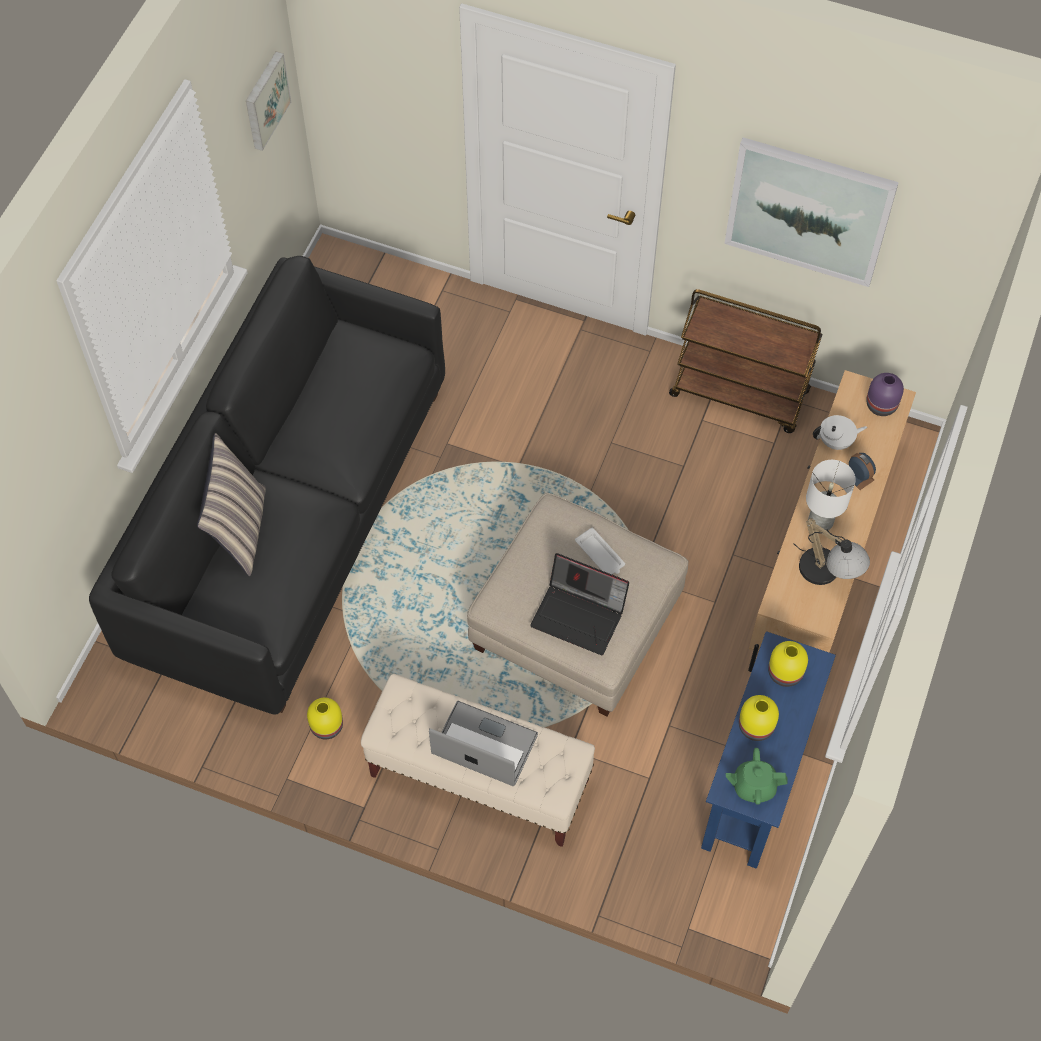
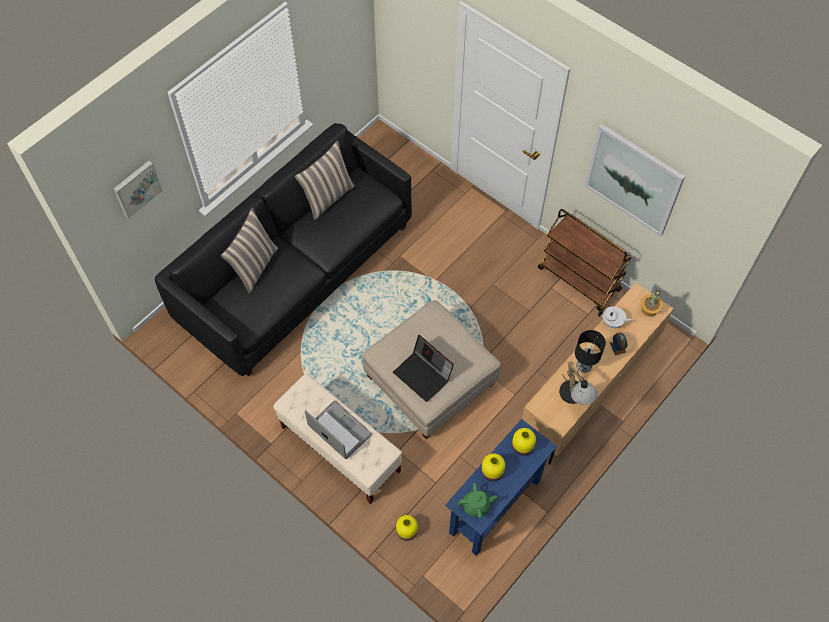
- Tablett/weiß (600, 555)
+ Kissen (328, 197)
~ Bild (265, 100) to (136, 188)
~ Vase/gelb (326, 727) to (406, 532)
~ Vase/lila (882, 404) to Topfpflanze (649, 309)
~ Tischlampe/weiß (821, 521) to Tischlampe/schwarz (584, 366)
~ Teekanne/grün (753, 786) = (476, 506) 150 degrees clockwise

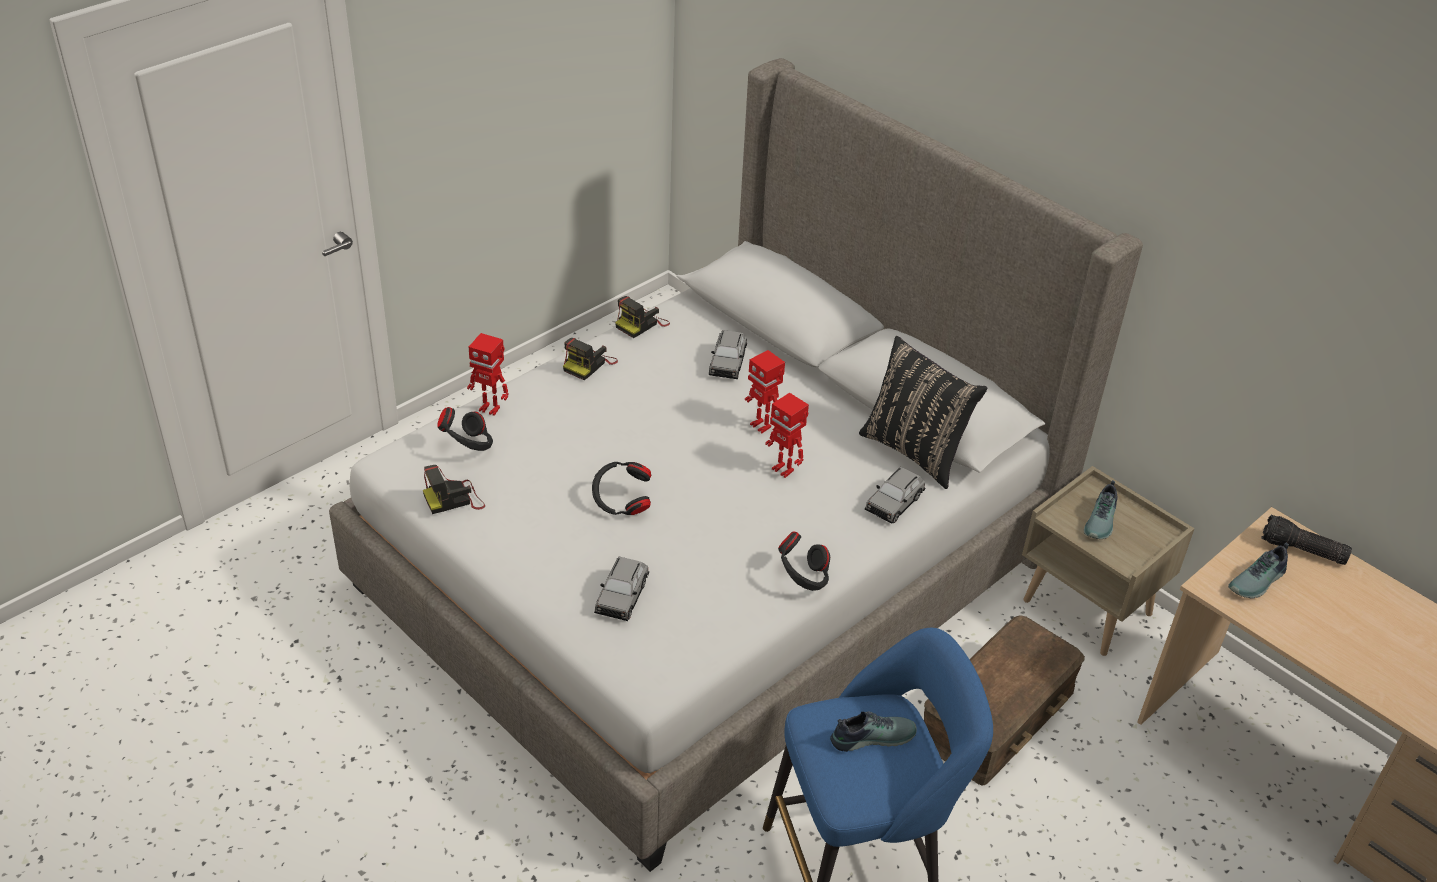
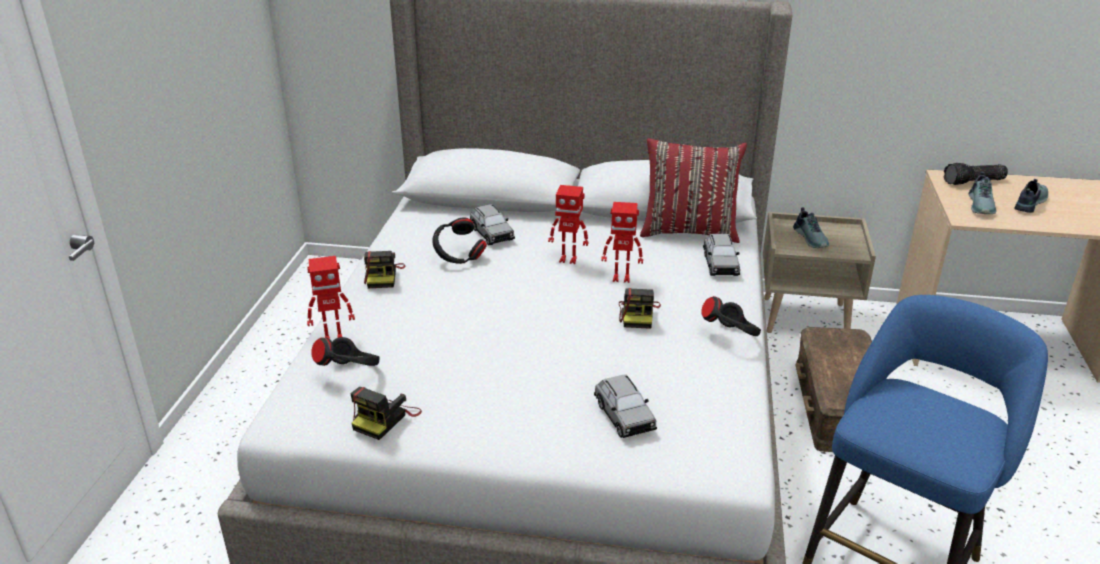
~ Kopfhörer/schwarz (621, 503) to (458, 258)
~ Kamera (641, 324) to (638, 314)
~ Schuh (871, 736) to (1028, 202)
~ Kissen/schwarz (915, 451) to Kissen/rot (689, 231)

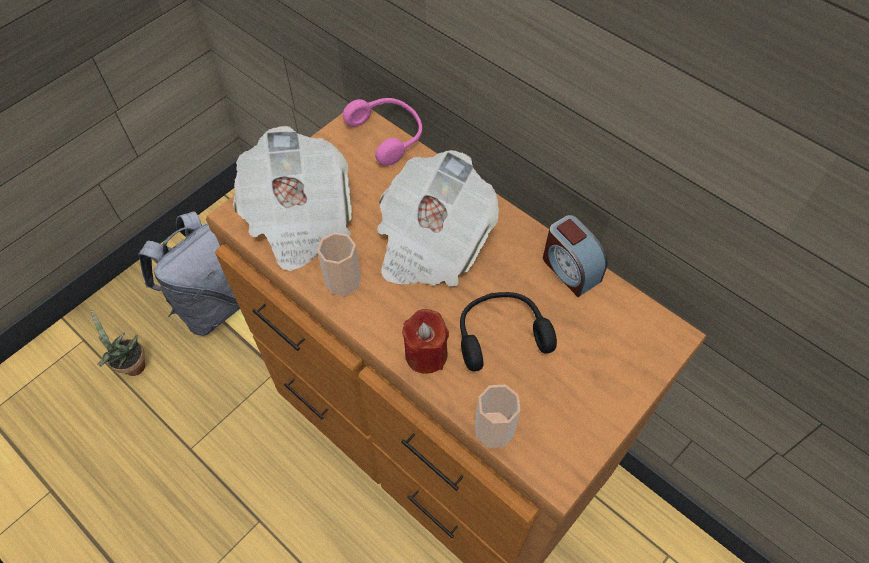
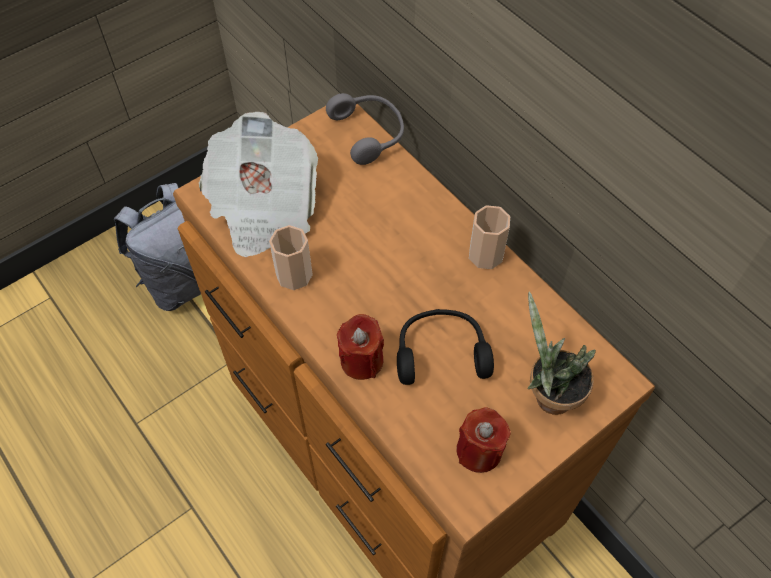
- Zeitung (431, 242)
- Wecker (570, 269)
+ Kerze/rot (479, 451)
~ Topfpflanze (131, 365) to (548, 395)
~ Tasse (494, 429) to (485, 255)
~ Kopfhörer/rosa (388, 135) to Kopfhörer/grau (369, 133)

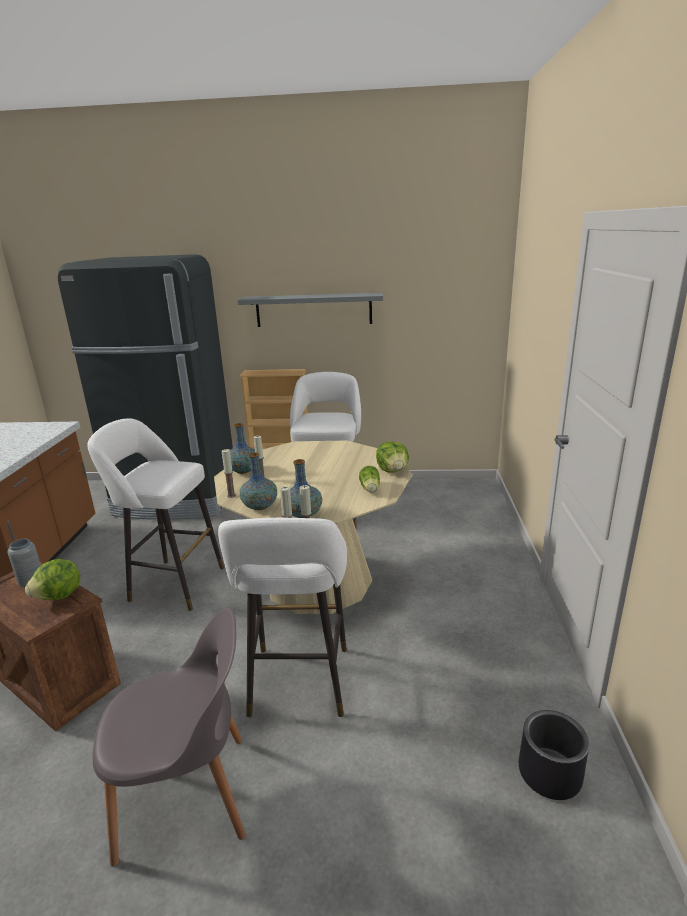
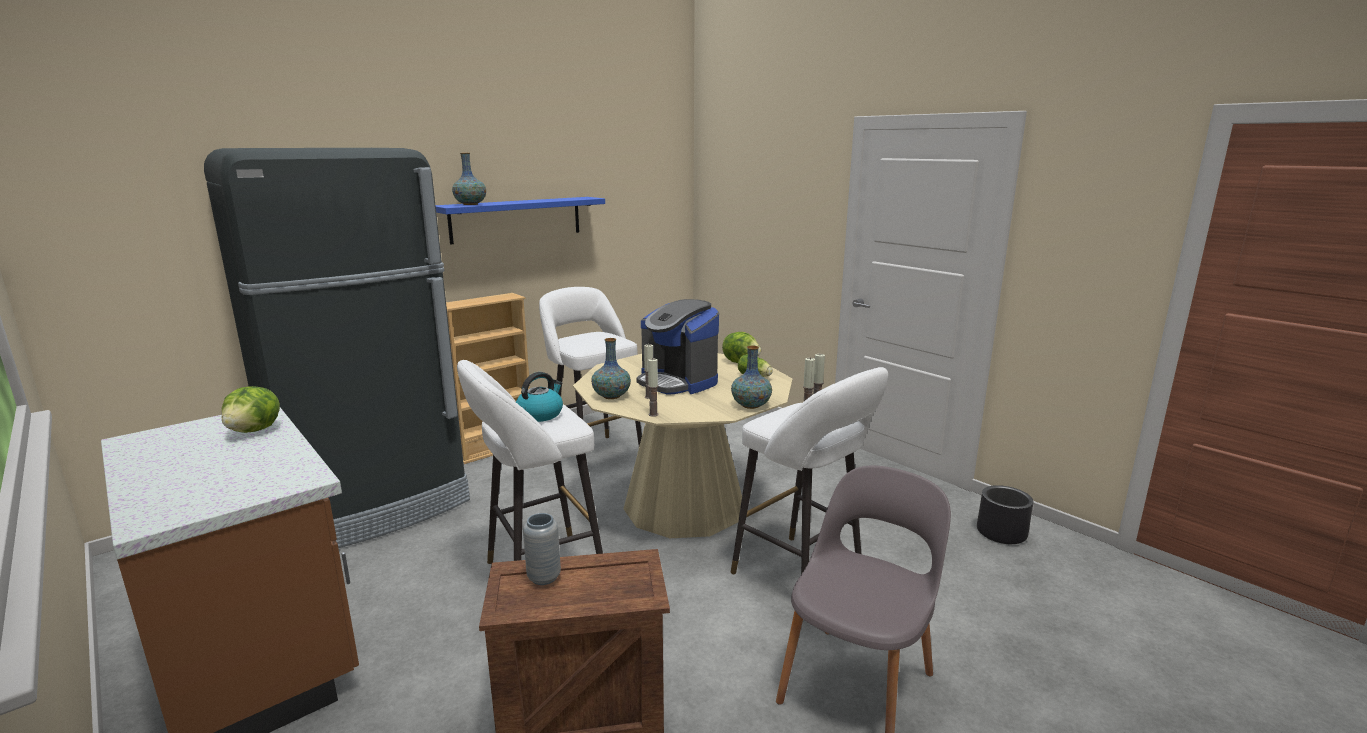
+ Wasserkessel (540, 414)
+ Kaffeemaschine (677, 382)
~ Salatkopf (59, 596) to (255, 430)
~ Vase (260, 506) to (470, 204)
~ Wandregal/grau (313, 310) to Wandregal/blau (517, 219)

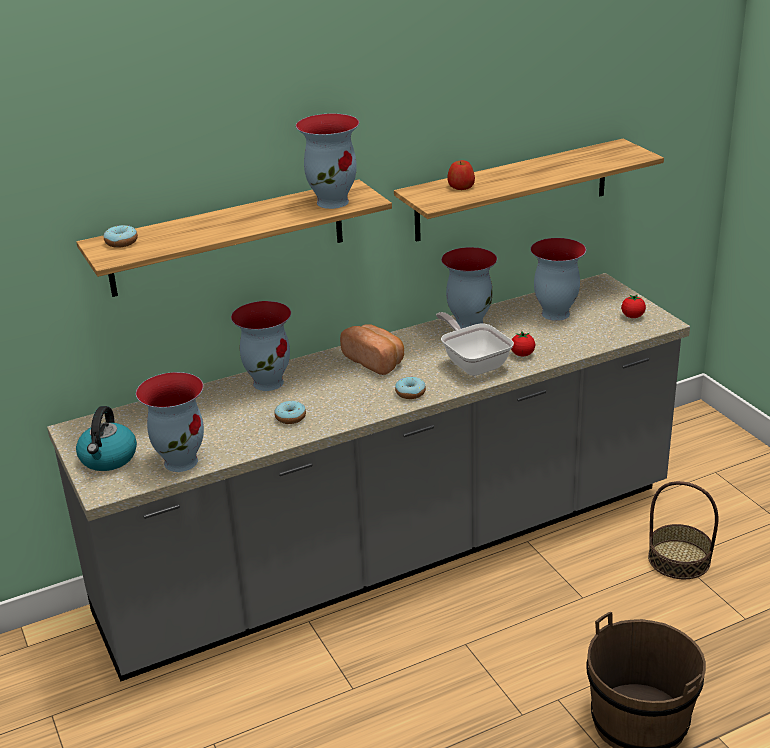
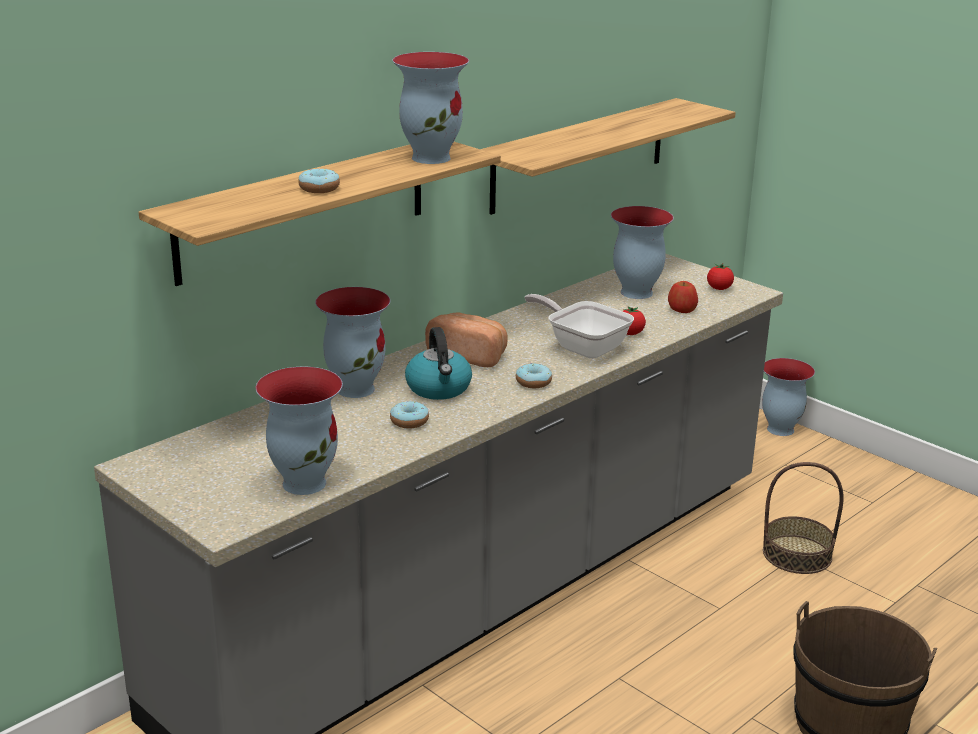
~ Wasserkessel (108, 458) to (439, 388)
~ Donut (121, 242) to (319, 189)
~ Vase (468, 323) to (779, 429)
~ Apfel (461, 186) to (682, 309)

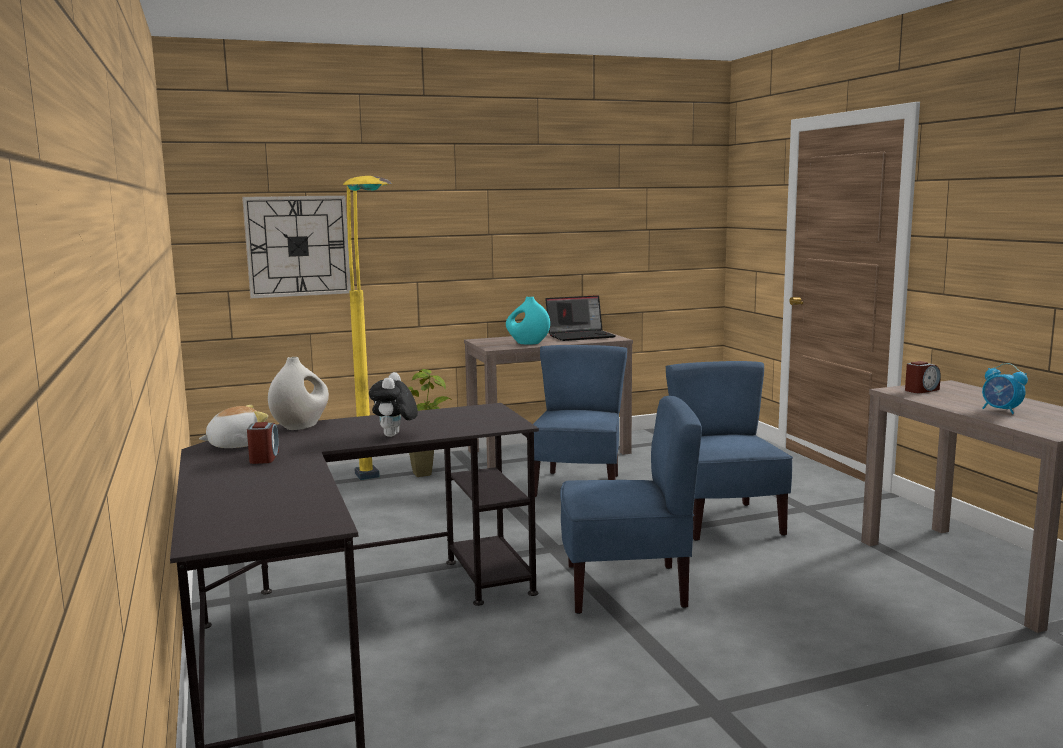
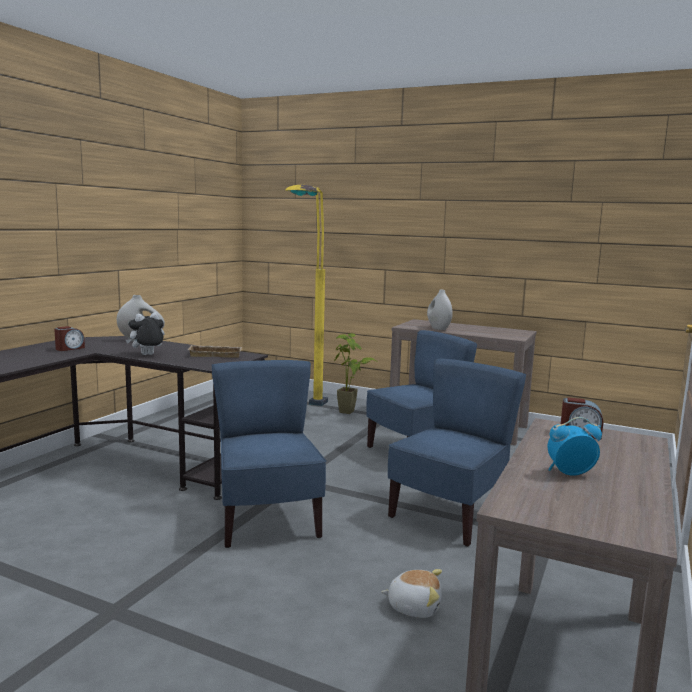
- Wanduhr (297, 246)
- Laptop (581, 336)
+ Tablett/beige (216, 354)
~ Plüschtier (236, 445) to (414, 606)
~ Vase/türkis (528, 343) to Vase/weiß (438, 328)
~ Stuhl/blau (625, 588) = (267, 521) 150 degrees counterclockwise
~ Wecker (1001, 410) = (569, 473) 75 degrees clockwise

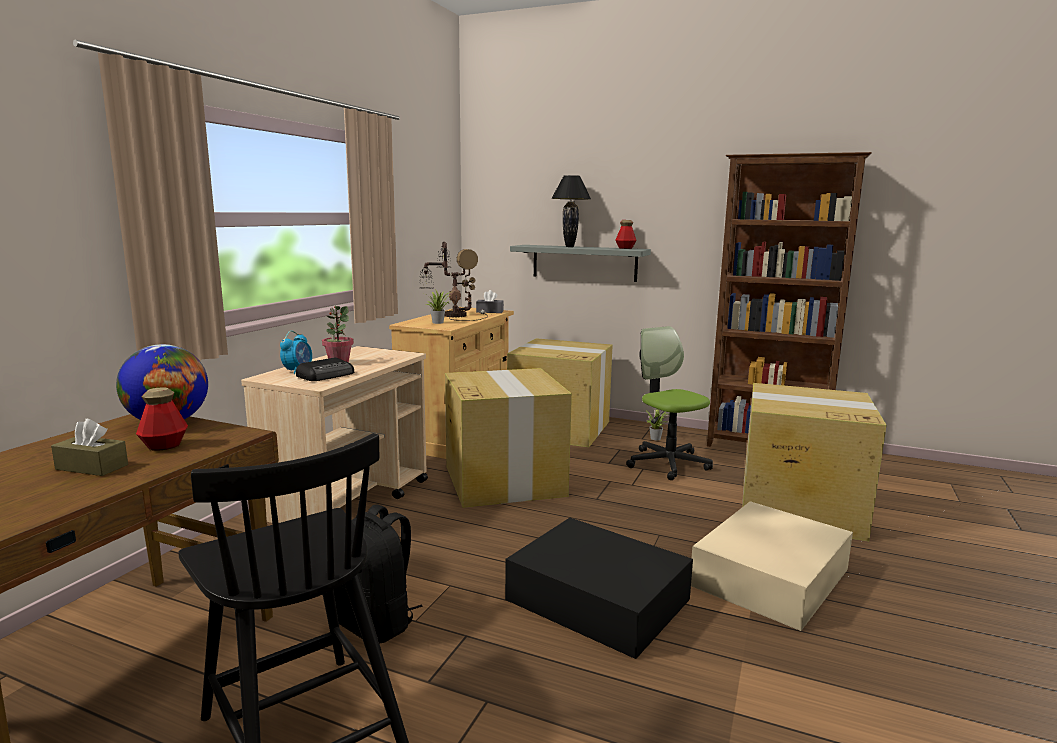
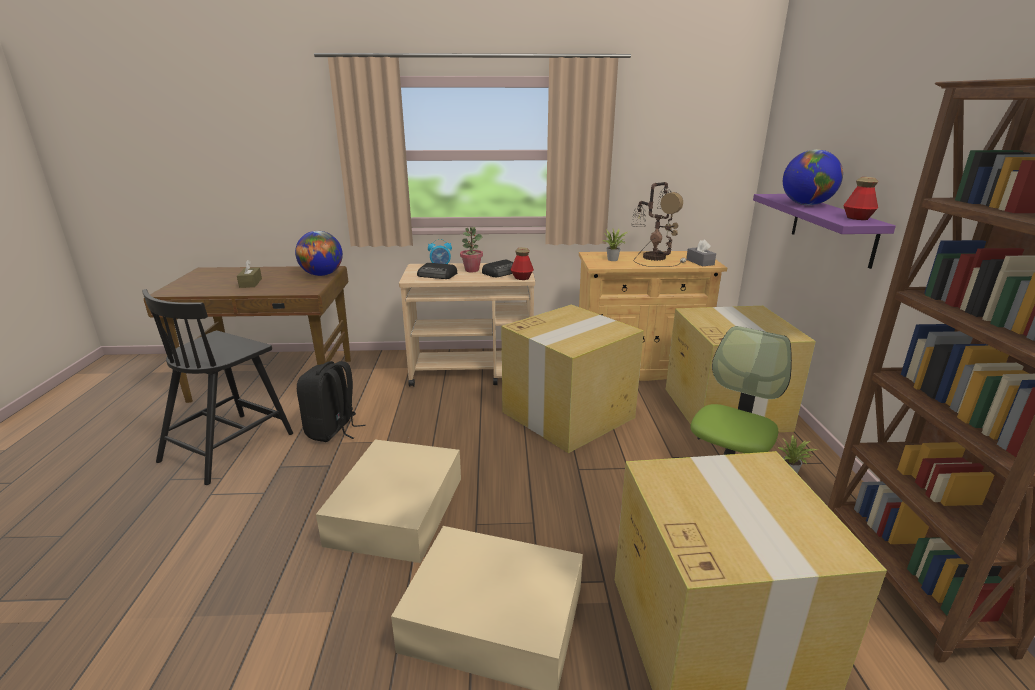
+ Radio (502, 272)
~ Flasche (164, 446) to (522, 278)
~ Tischlampe/schwarz (570, 247) to Globus (806, 205)
~ Aufbewahrungsbox/schwarz (599, 601) to Aufbewahrungsbox/beige (395, 511)
~ Wandregal/grau (584, 263) to Wandregal/lila (832, 228)

